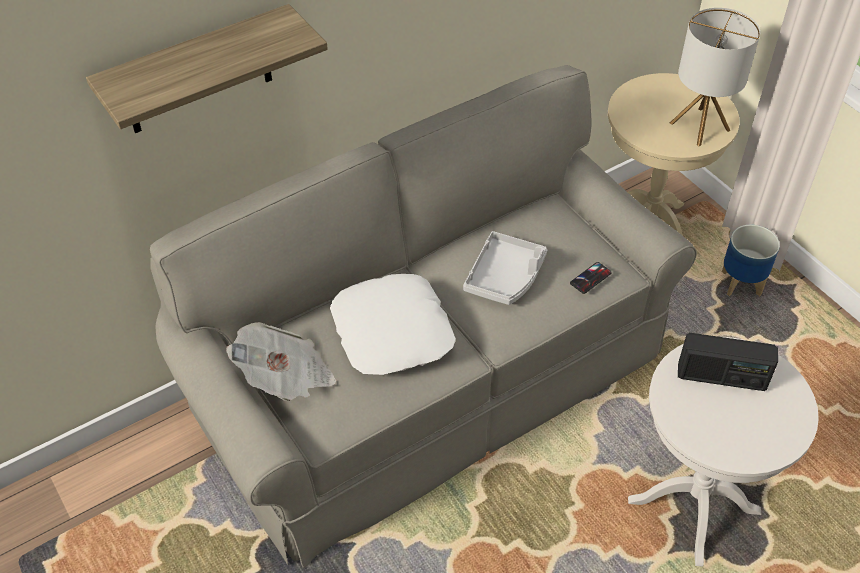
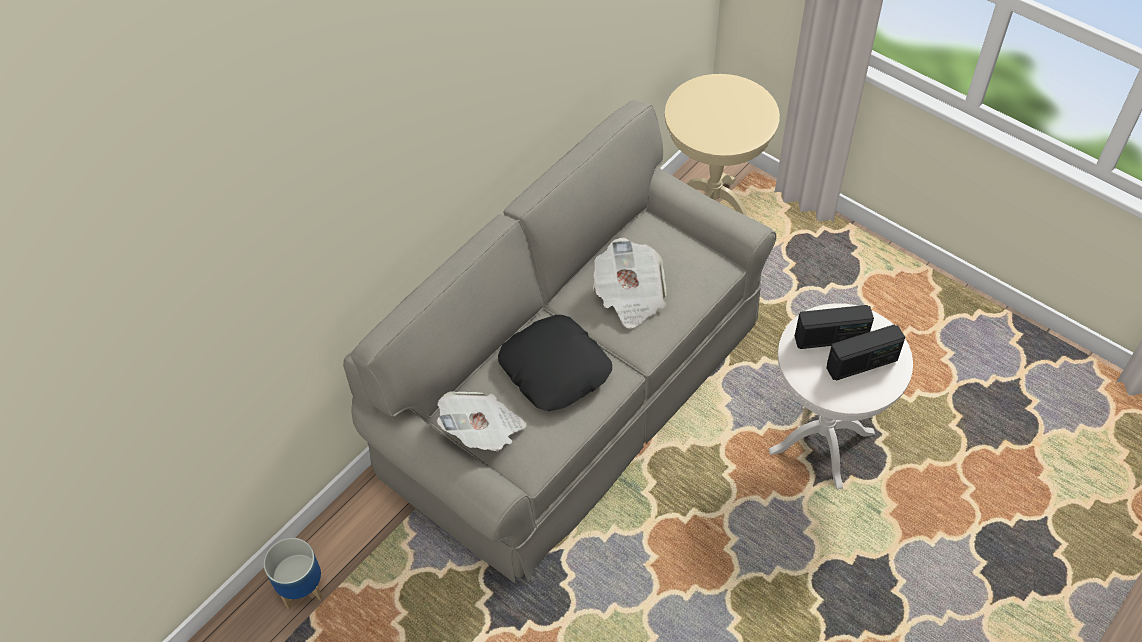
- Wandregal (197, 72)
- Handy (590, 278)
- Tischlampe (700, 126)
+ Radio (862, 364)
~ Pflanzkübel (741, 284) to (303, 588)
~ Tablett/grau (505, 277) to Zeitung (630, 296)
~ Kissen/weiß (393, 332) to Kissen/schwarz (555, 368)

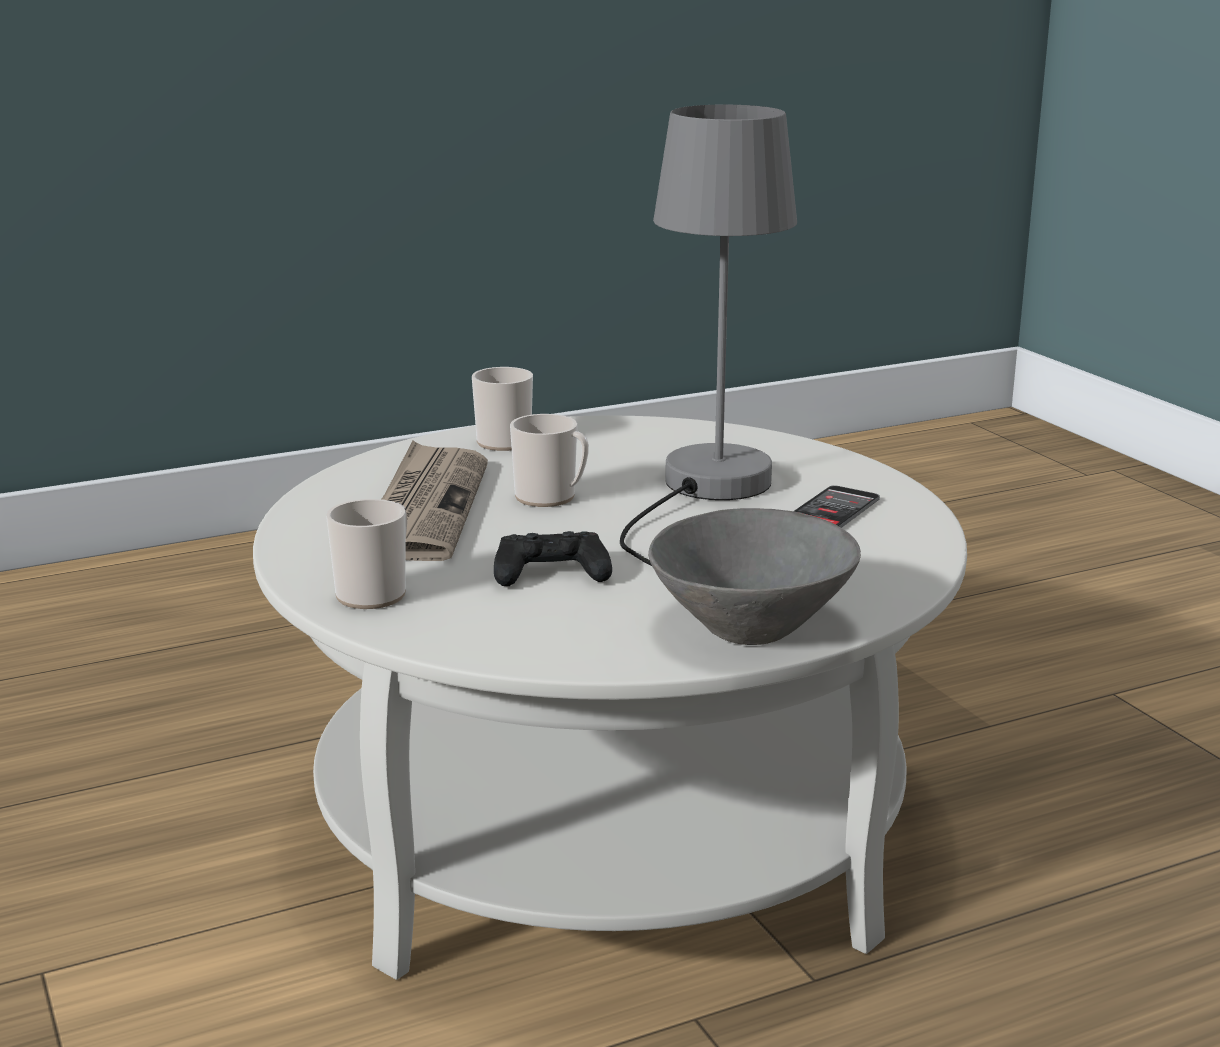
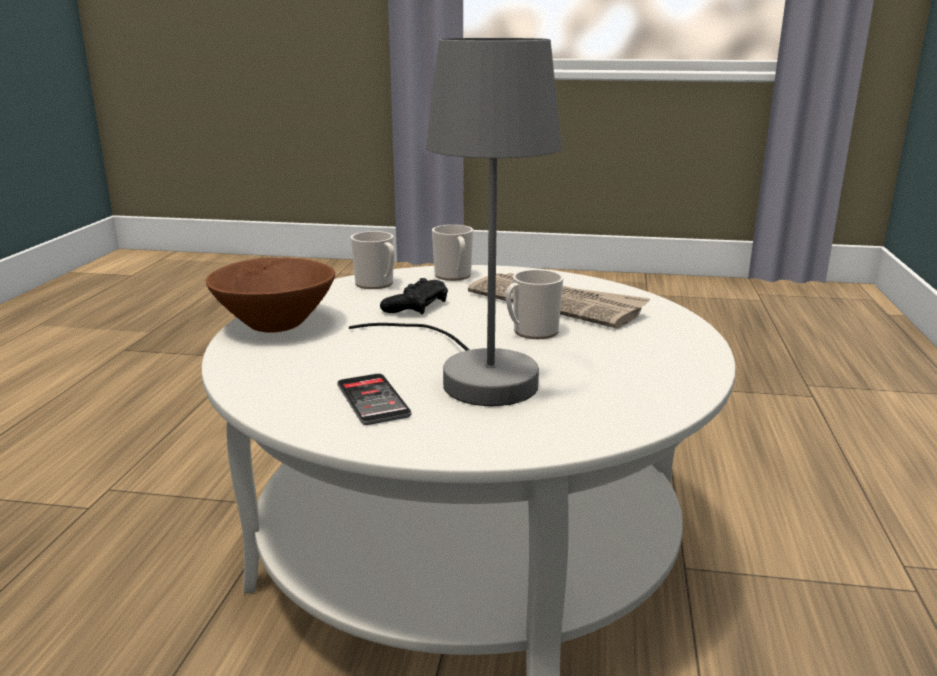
~ Henkelbecher (505, 440) to (377, 284)
~ Schüssel/grau (748, 627) to Schüssel/braun (276, 323)

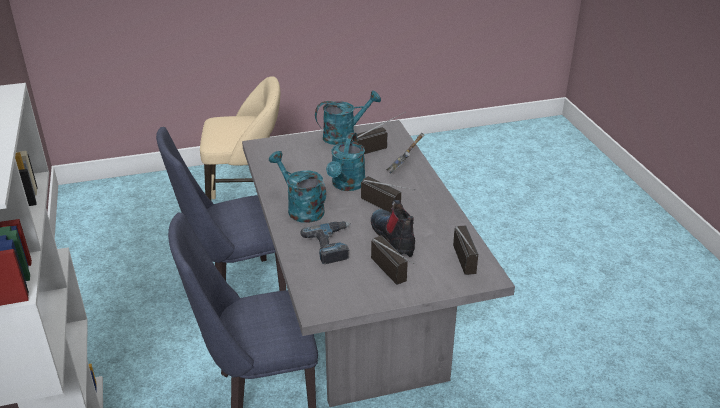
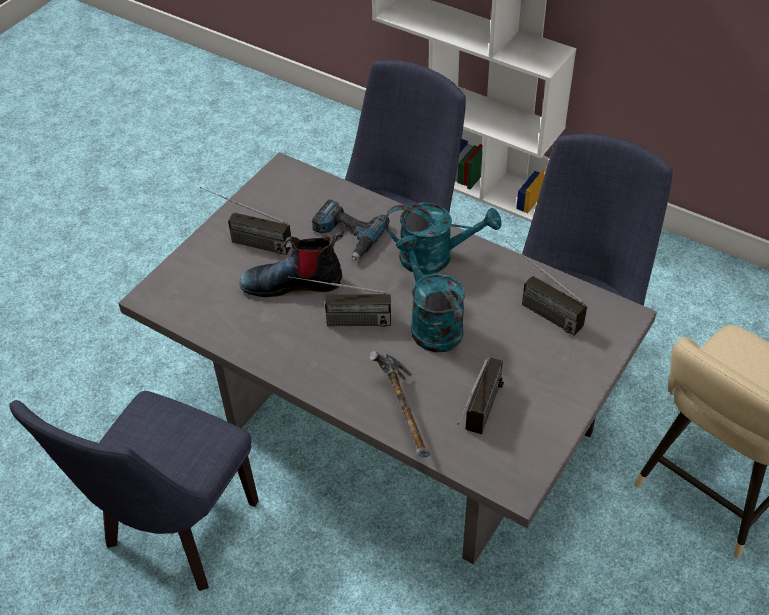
- Gießkanne/türkis (344, 135)
+ Stuhl/blau (176, 534)
~ Radio (469, 267) to (536, 308)
~ Stiefel (394, 238) = (294, 283) 150 degrees clockwise

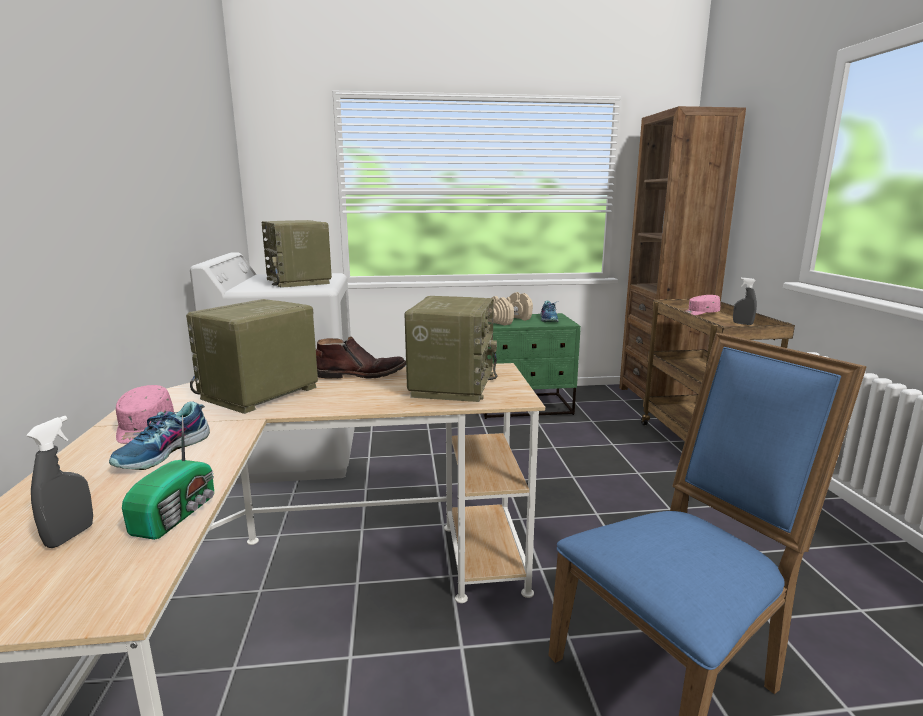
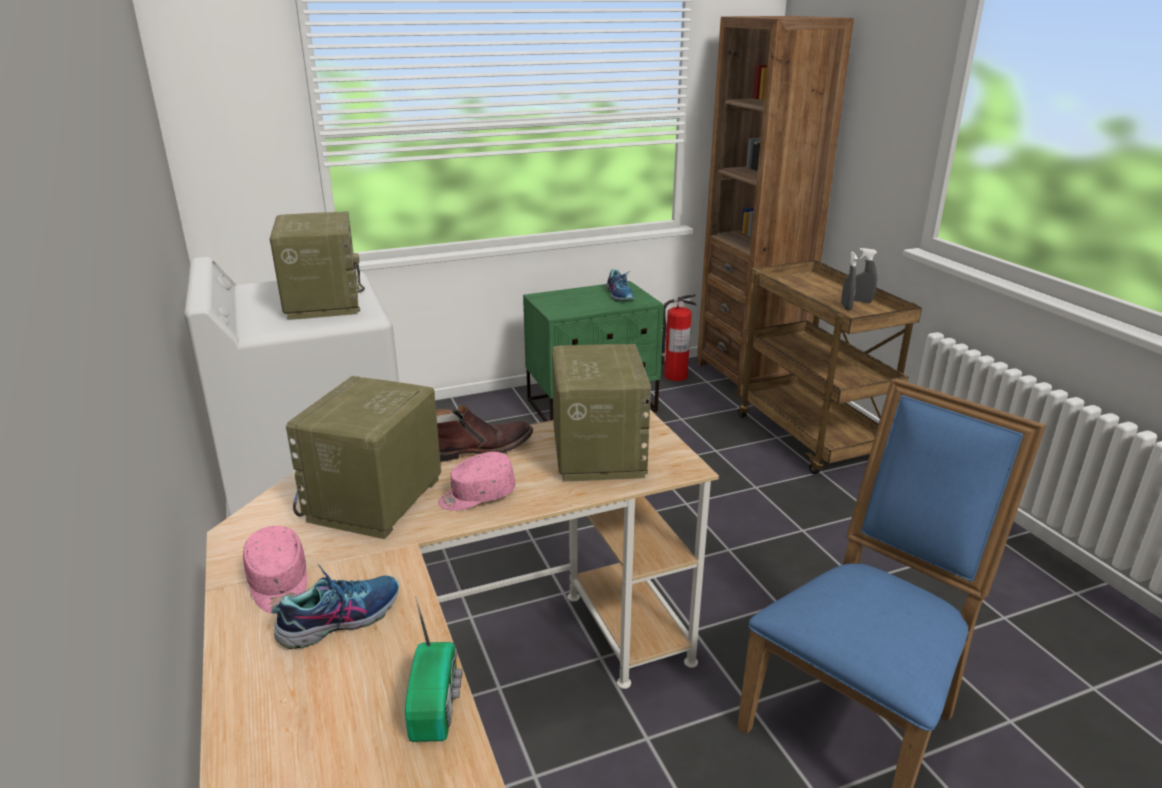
- Hantel/beige (508, 320)
+ Feuerlöscher (675, 376)
~ Sprühflasche/grau (70, 536) to (846, 307)
~ Kappe/rosa (700, 313) to (476, 496)
~ Schuh (164, 452) = (340, 618) 135 degrees counterclockwise
~ Radio (299, 281) = (322, 302) 150 degrees counterclockwise

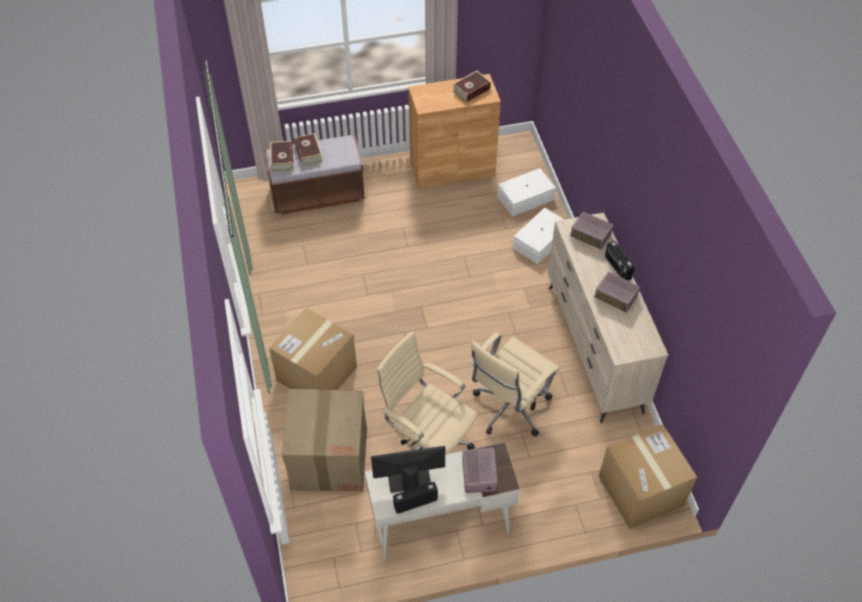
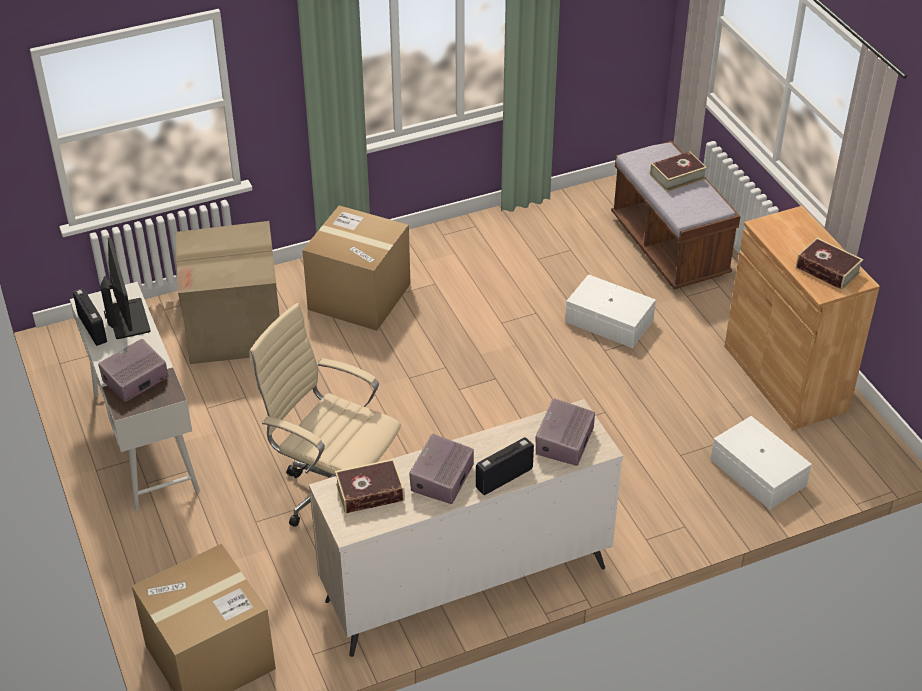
- Bürostuhl/beige (427, 445)
~ Buch (282, 159) to (370, 492)
~ Aufbewahrungsbox/weiß (541, 241) to (609, 322)
~ Radio (479, 474) = (135, 380) 150 degrees clockwise

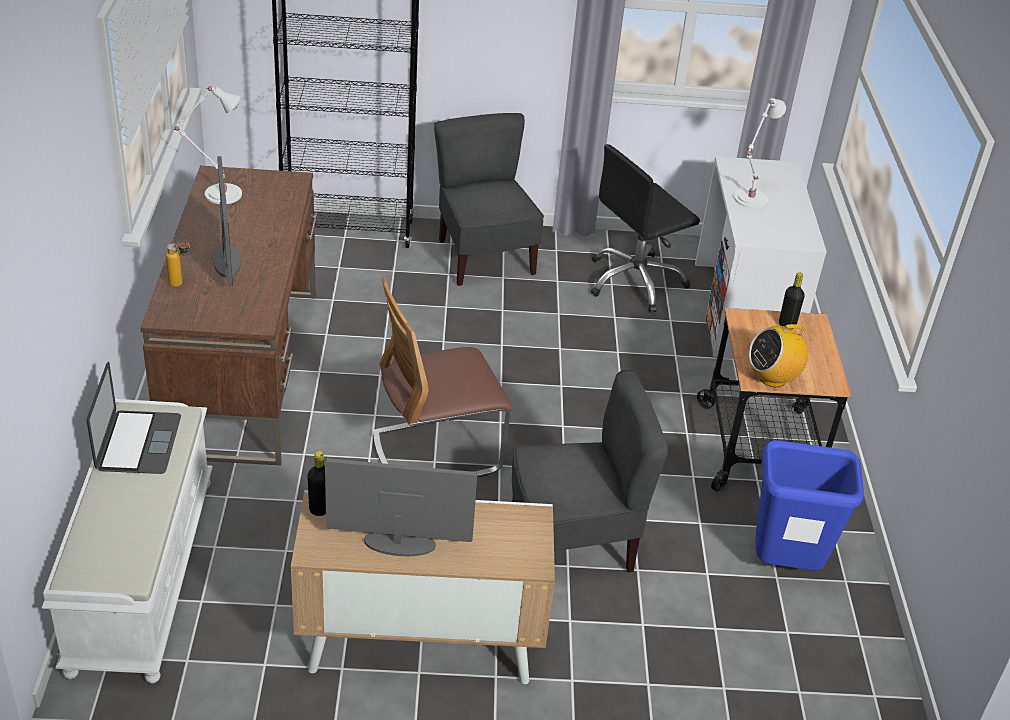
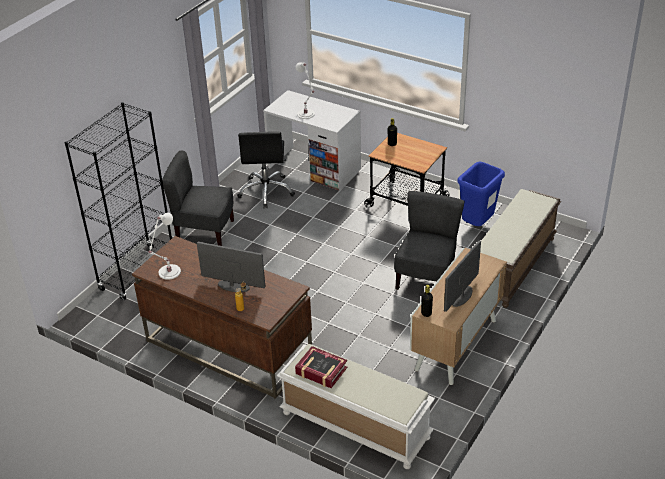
- Stuhl (436, 452)
- Radio (773, 378)
+ Bank/braun (513, 266)
~ Laptop (138, 442) to Buch (321, 371)

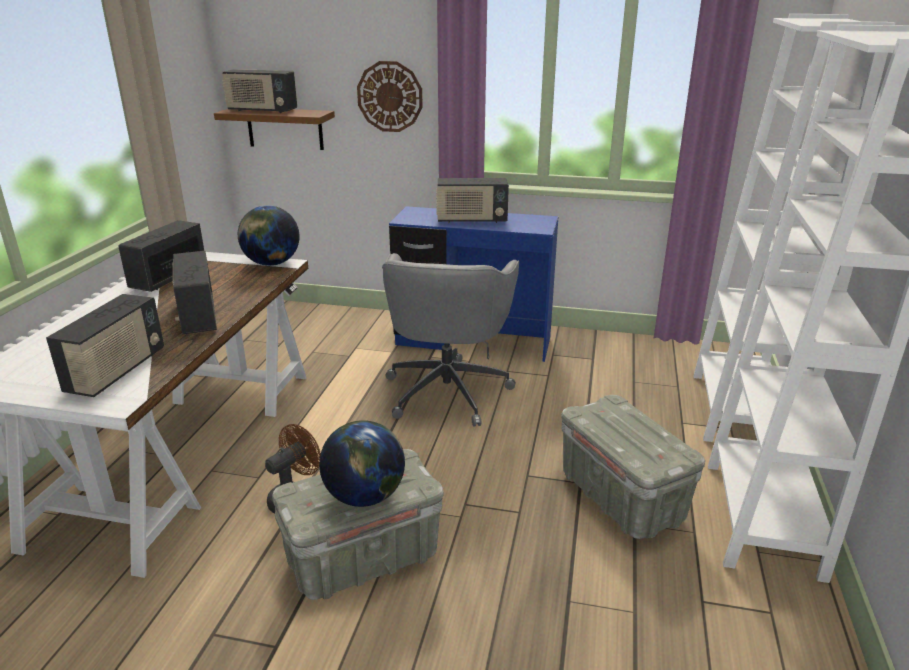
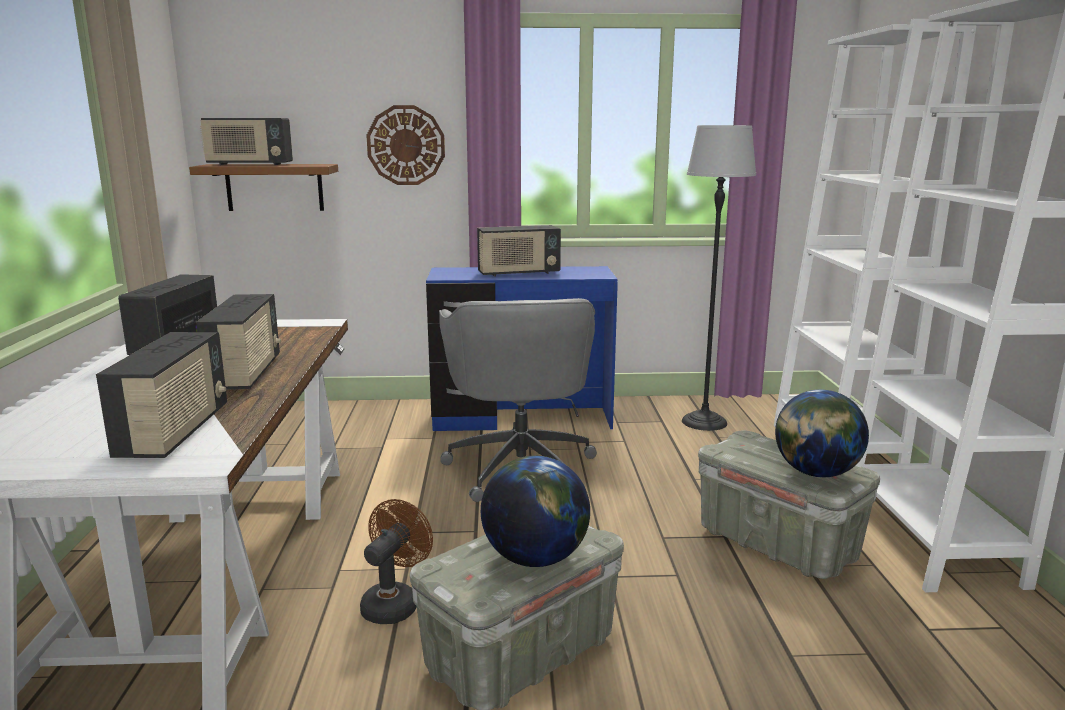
+ Stehlampe (704, 422)
~ Globus (271, 263) to (816, 473)
~ Radio (197, 316) = (247, 374) 150 degrees counterclockwise

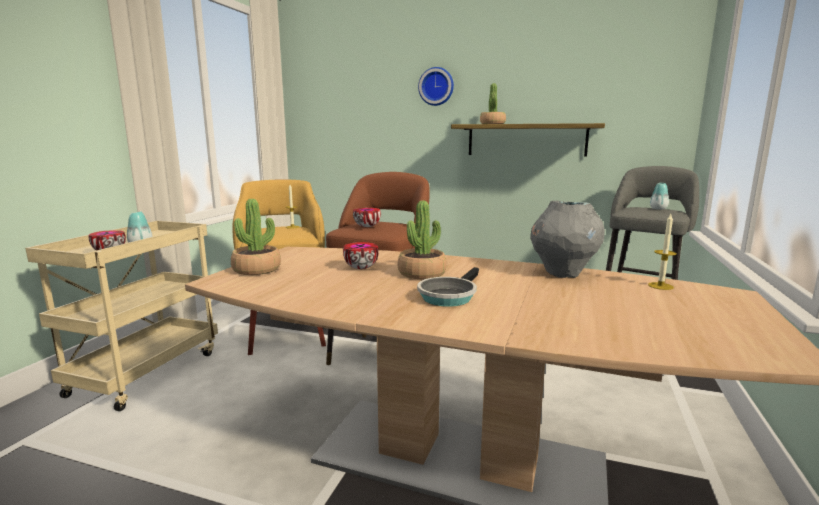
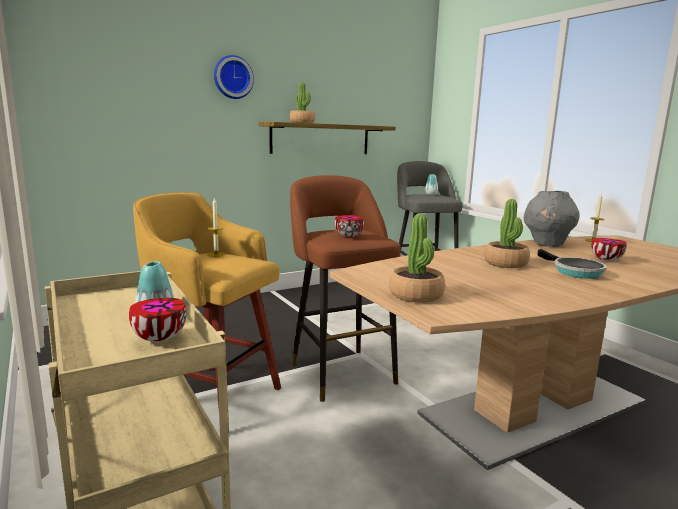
~ Schüssel (361, 268) to (605, 260)

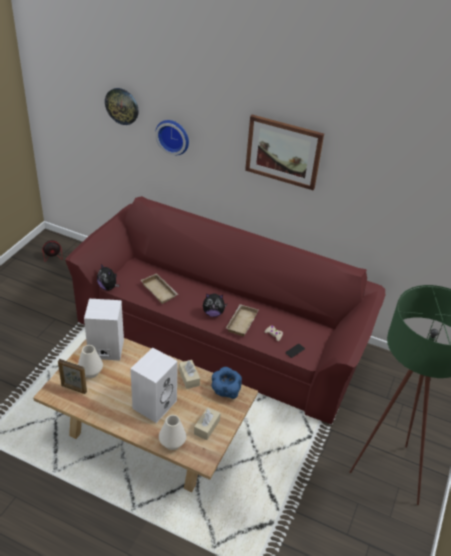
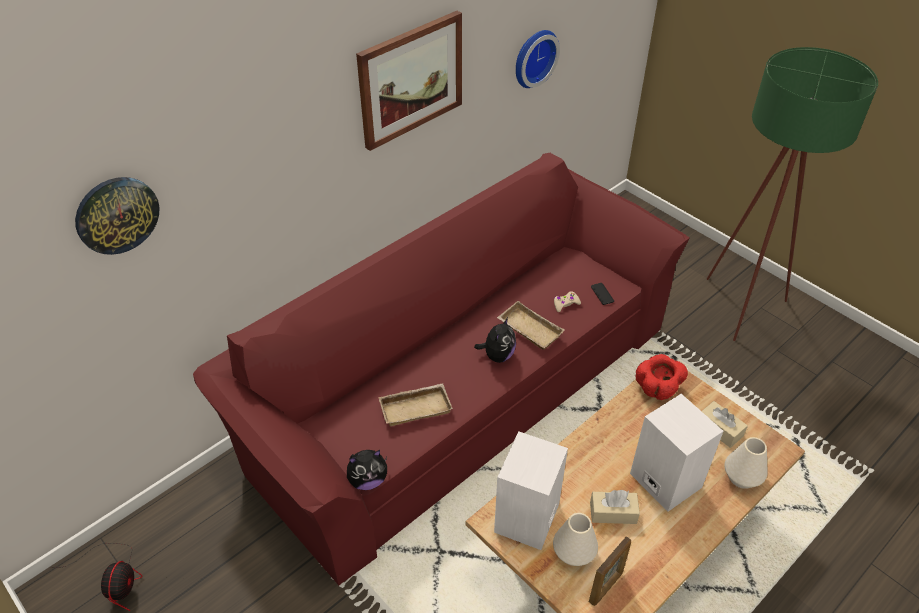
~ Wanduhr (173, 136) to (533, 57)
~ Taschentuchbox/beige (189, 378) to (613, 513)
~ Schüssel/blau (225, 391) to Schüssel/rot (658, 389)

